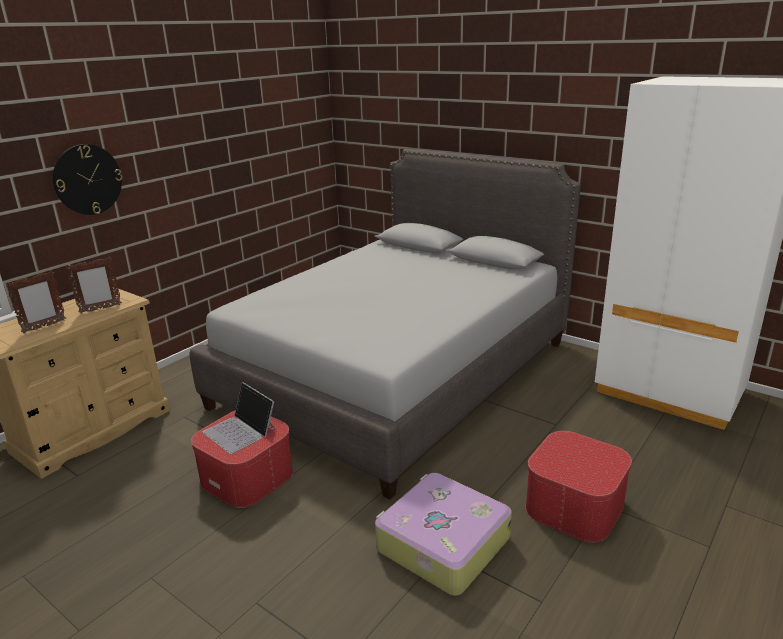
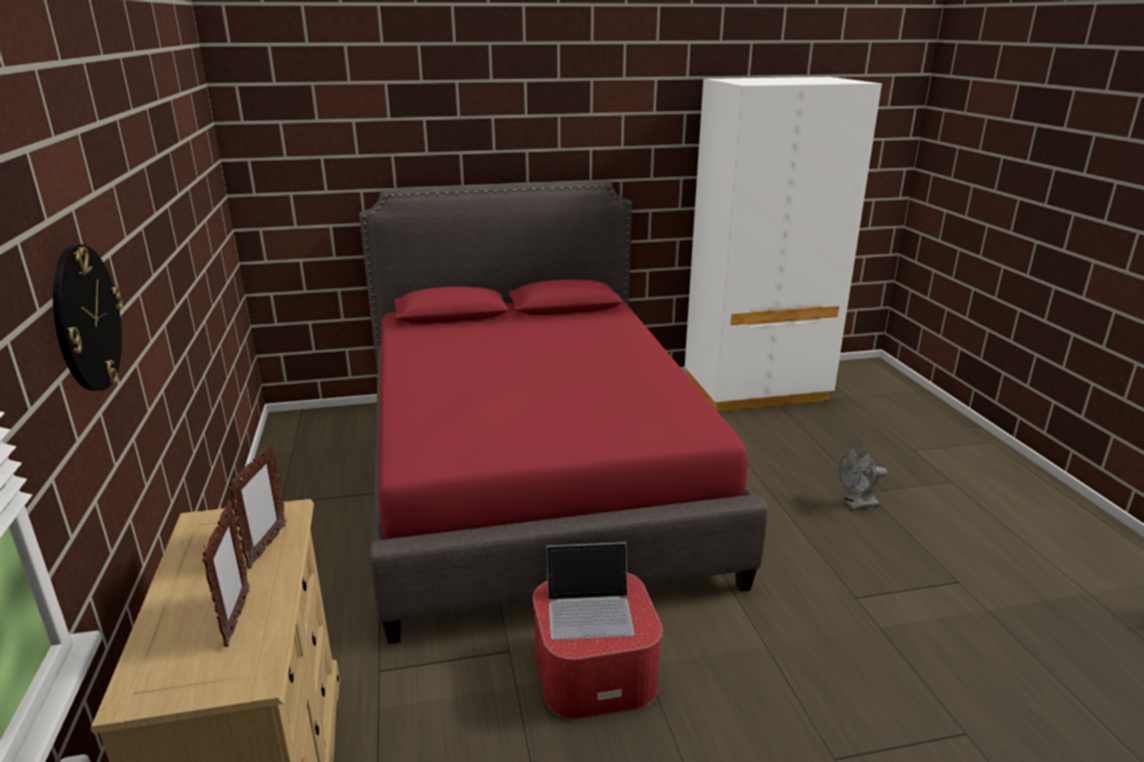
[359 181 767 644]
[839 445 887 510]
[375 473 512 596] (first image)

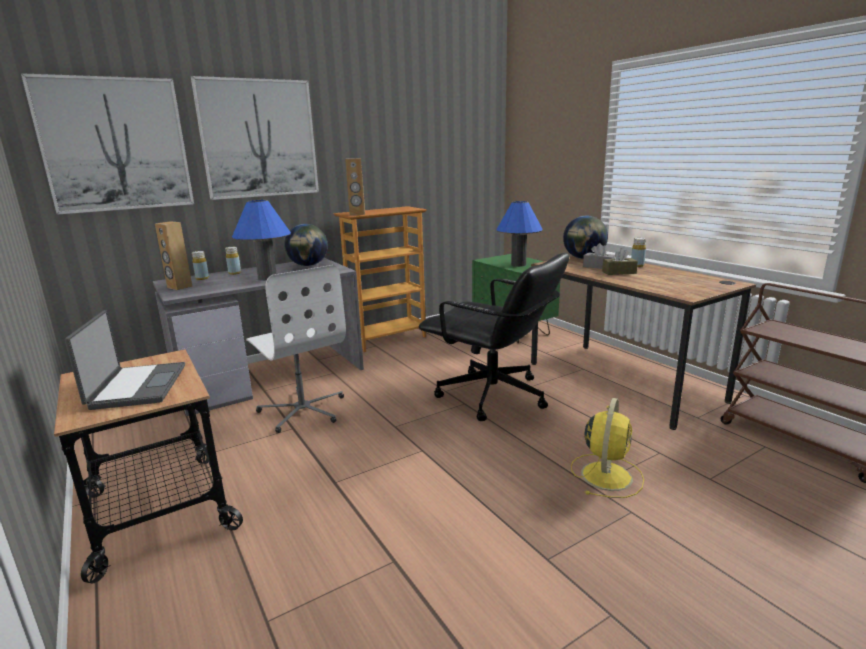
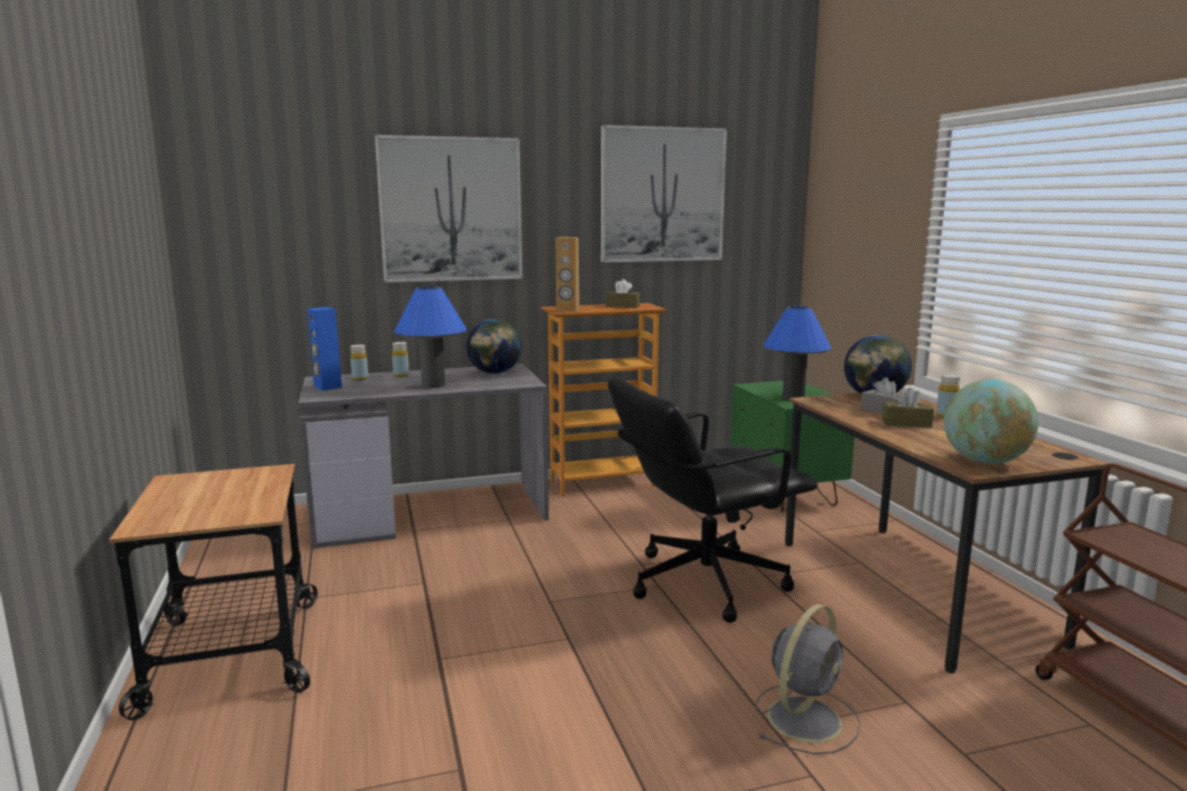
[307 307 342 391]
[601 125 727 263]
[605 279 640 308]
[608 378 818 623]
[755 604 861 754]
[944 379 1039 464]
[65 310 185 410] (first image)
[246 265 346 433] (first image)

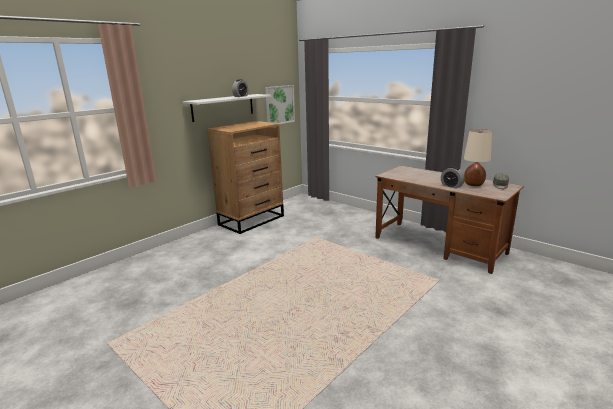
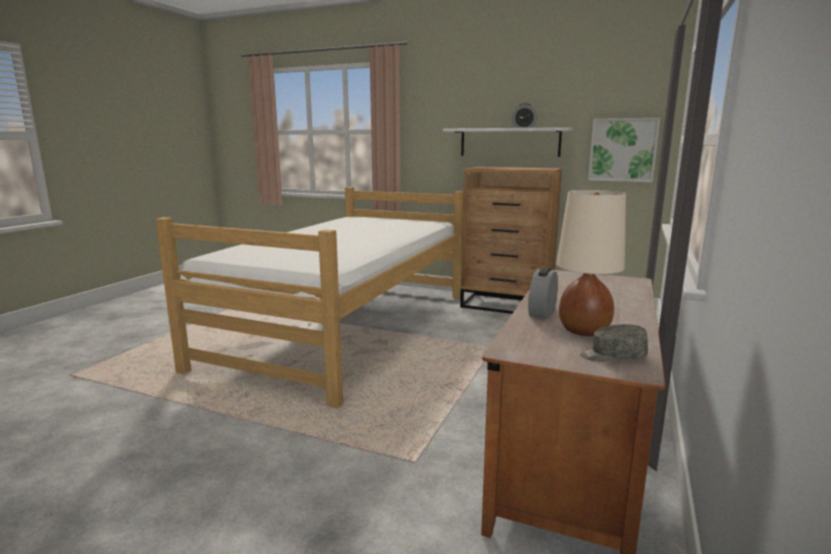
[156 187 463 408]

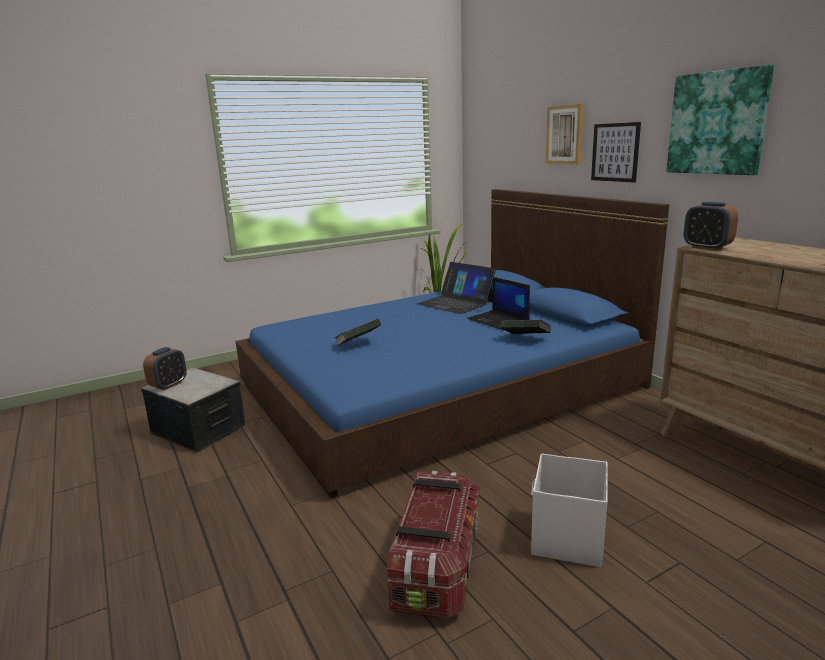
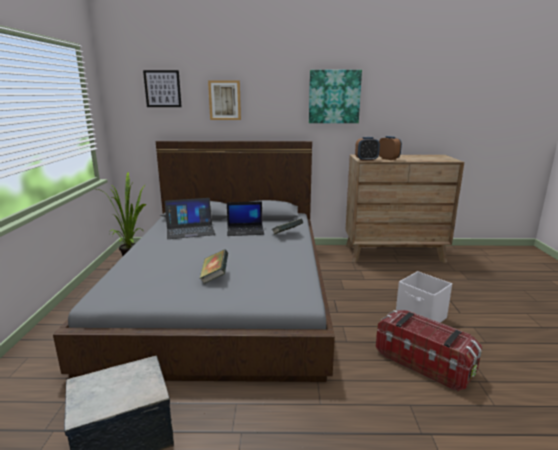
[53 141 335 382]
[143 70 182 107]
[379 136 402 160]

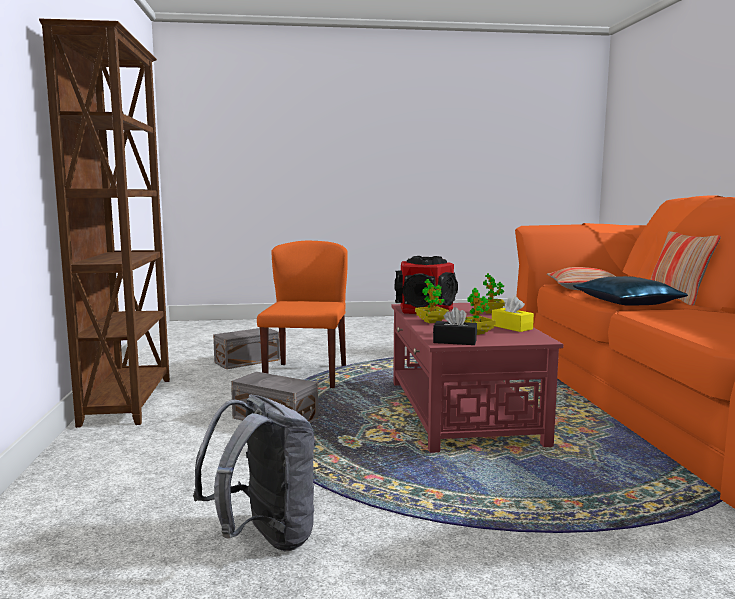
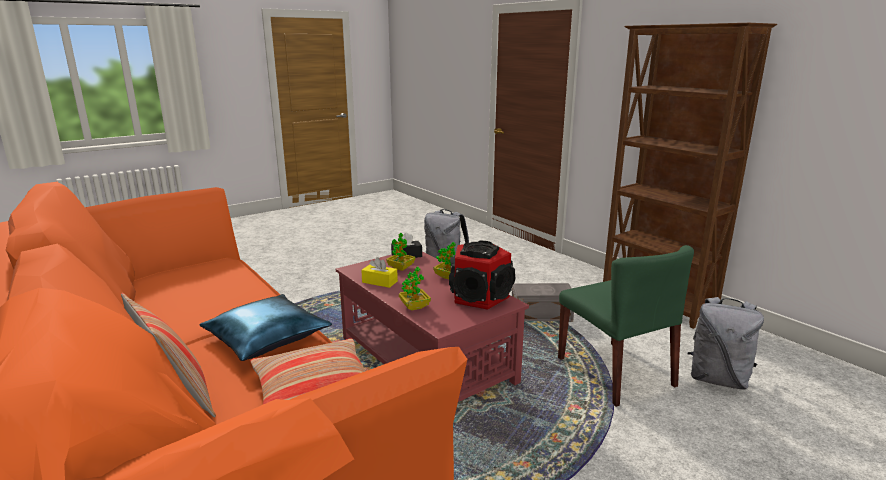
[558 245 694 407]
[687 297 764 390]

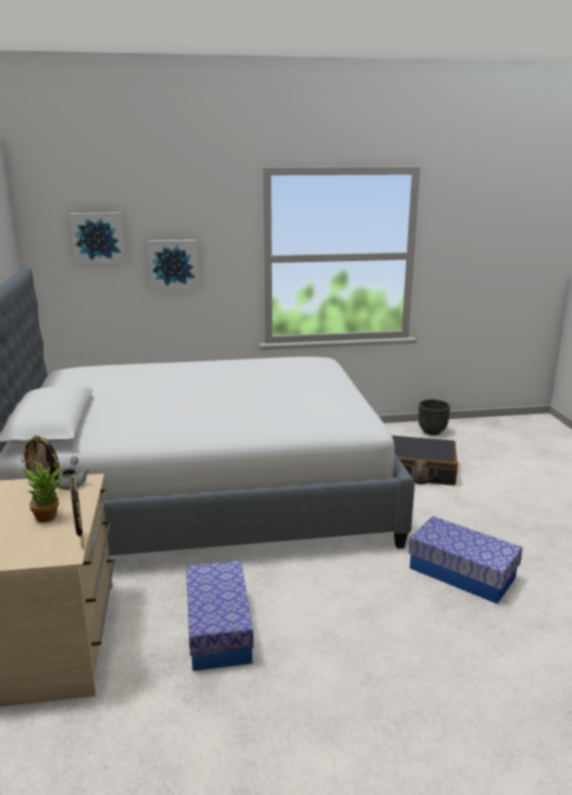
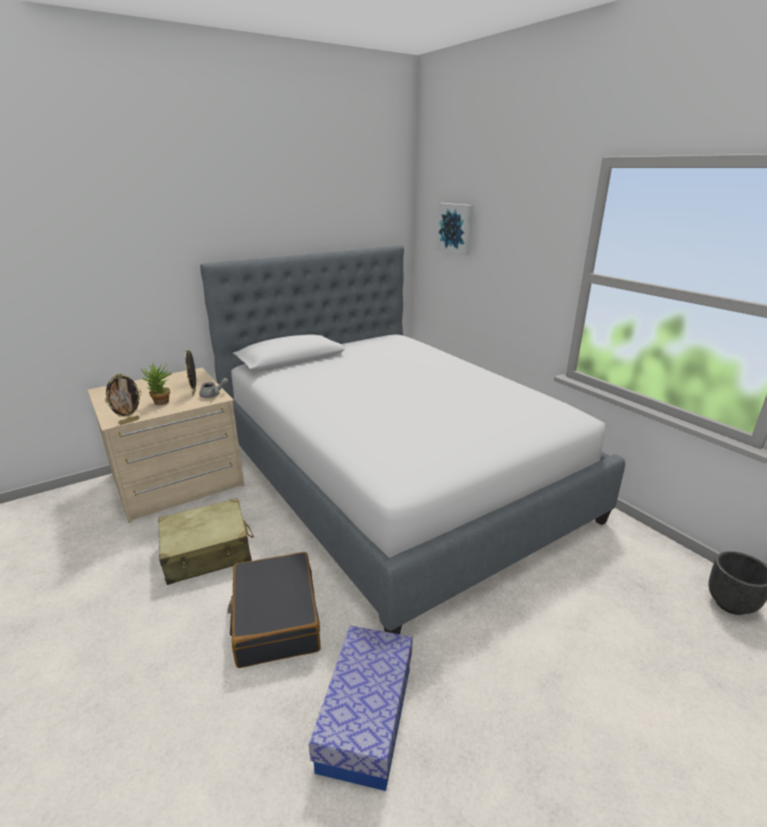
[158 498 254 585]
[228 552 321 668]
[148 240 199 290] (first image)

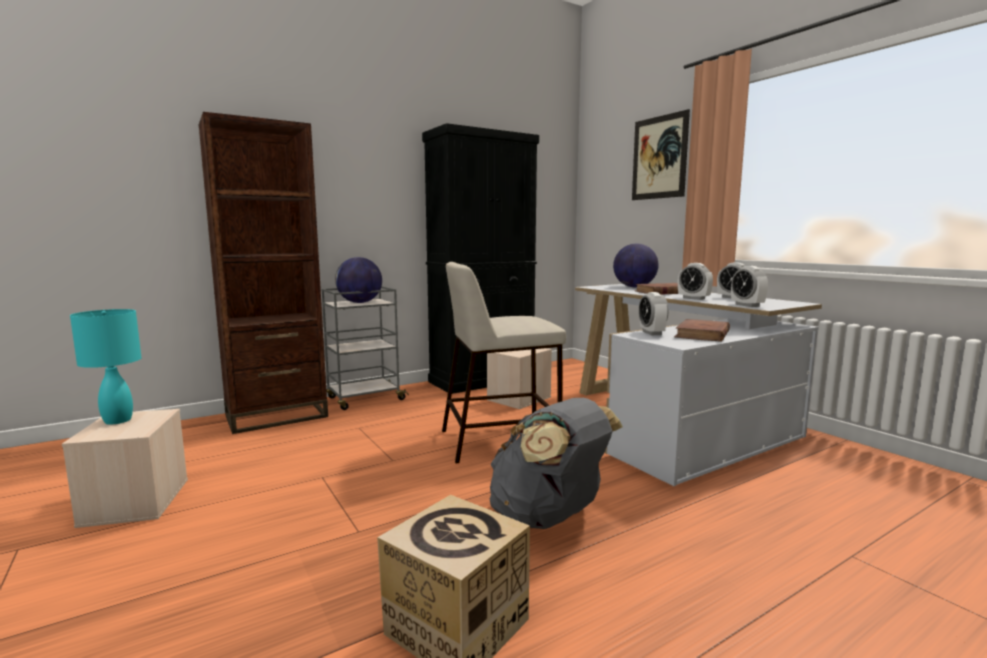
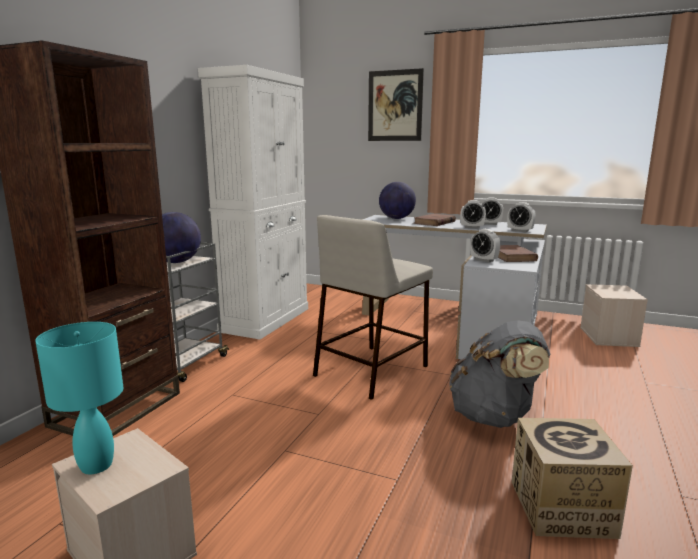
[198 65 308 340]
[580 284 648 347]

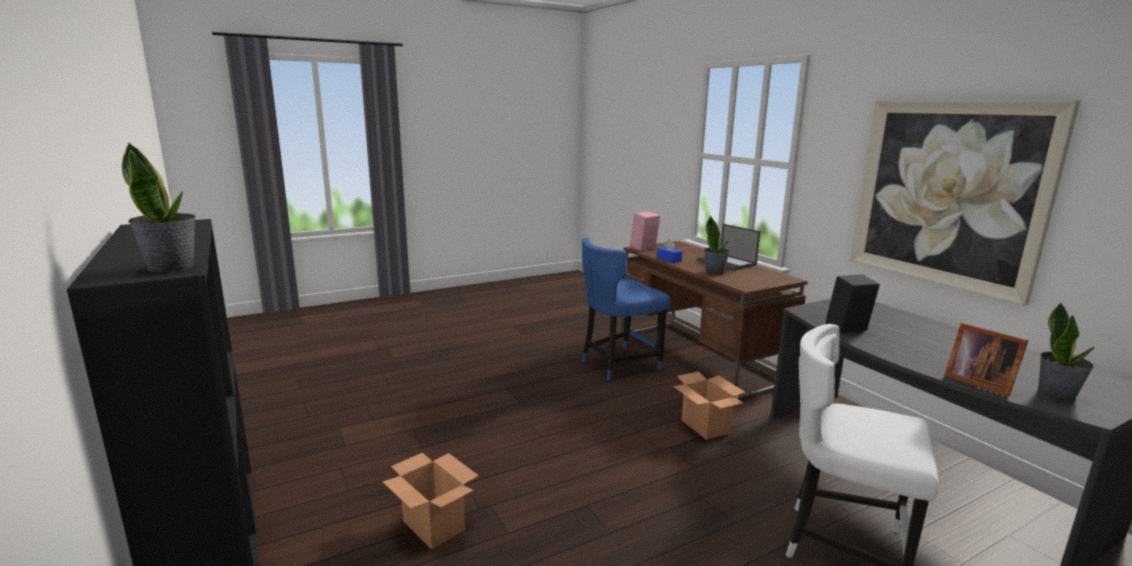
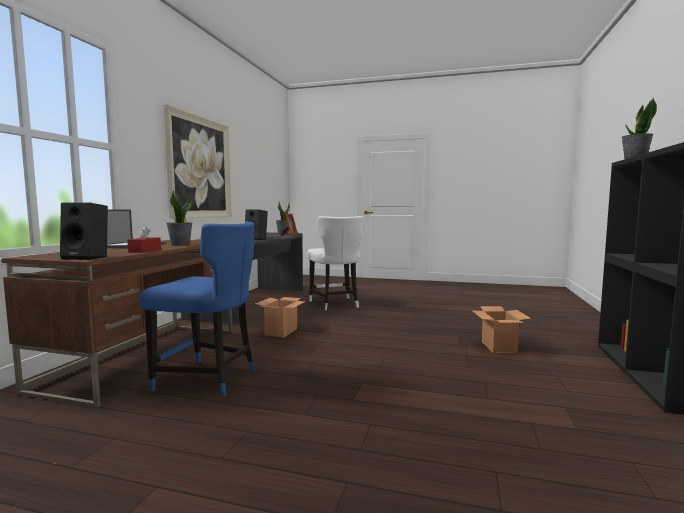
[60 202 108 260]
[128 226 161 253]

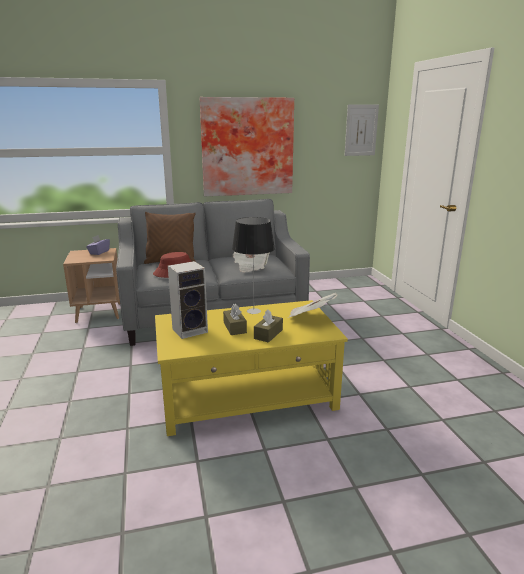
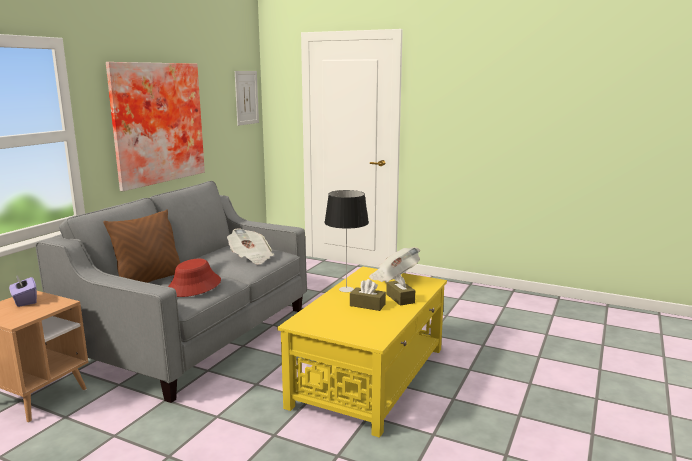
[168 261 208 339] (first image)

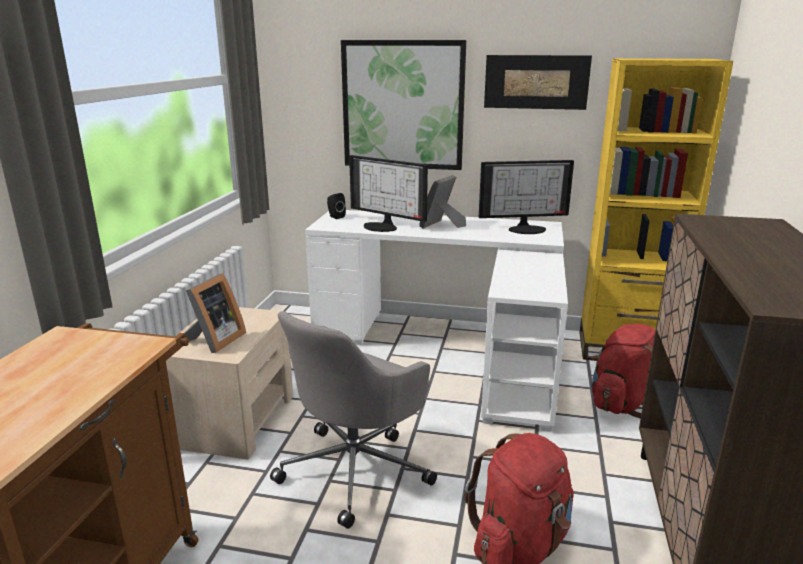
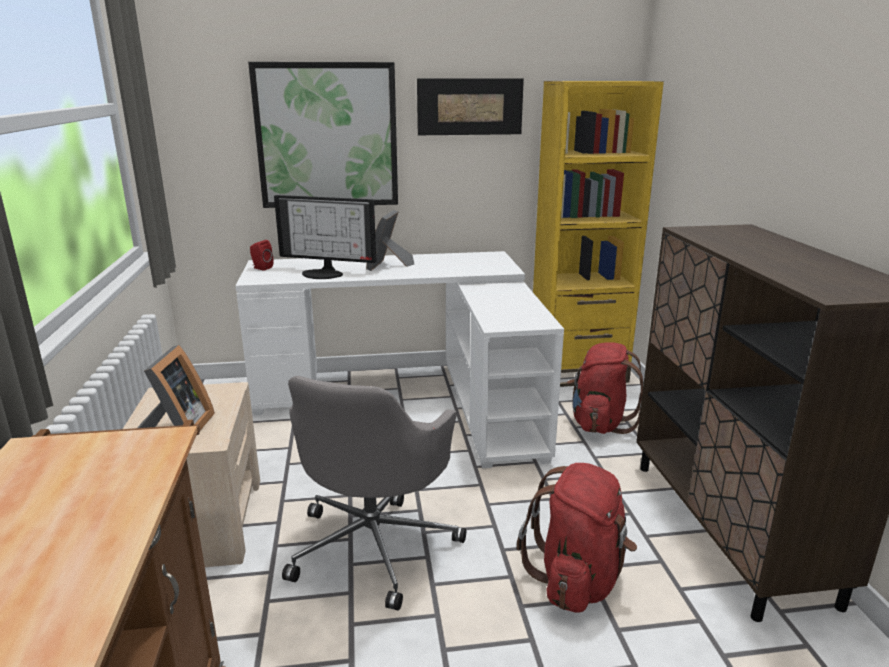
[250 240 274 271]
[479 160 574 234] (first image)

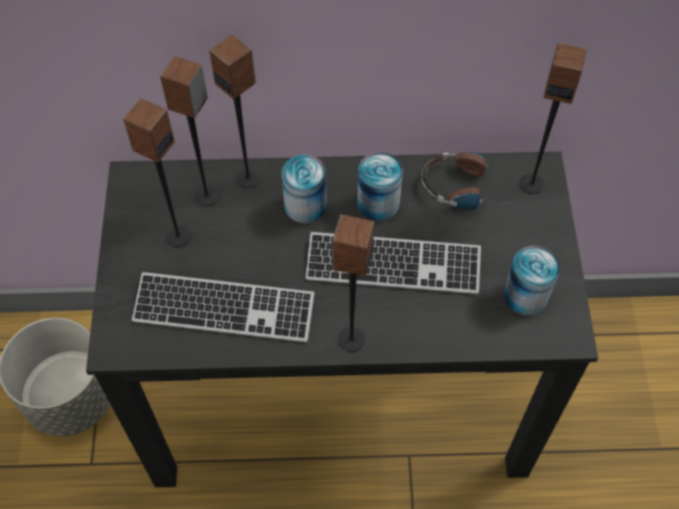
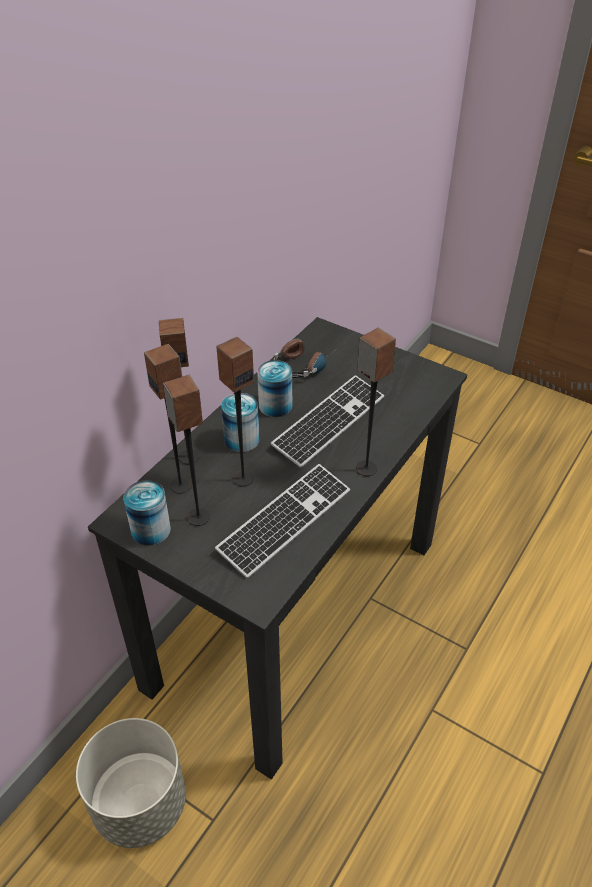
[123 480 171 546]
[216 337 254 486]

